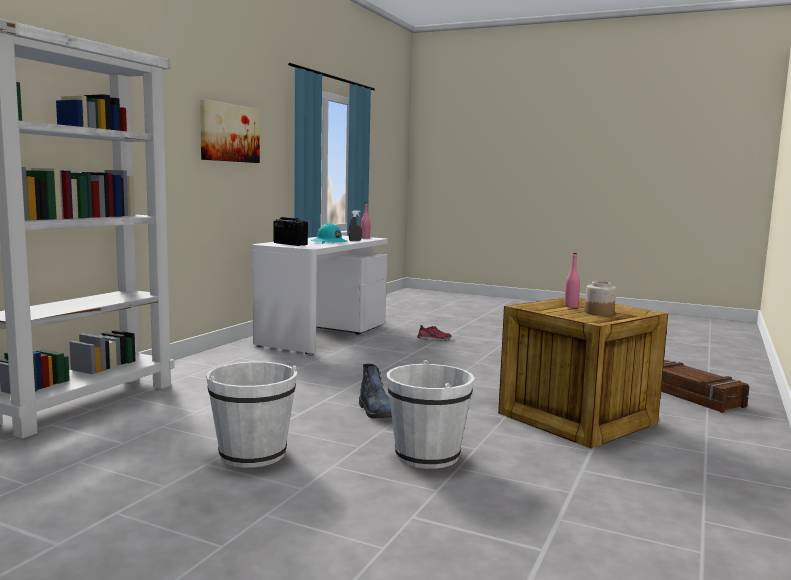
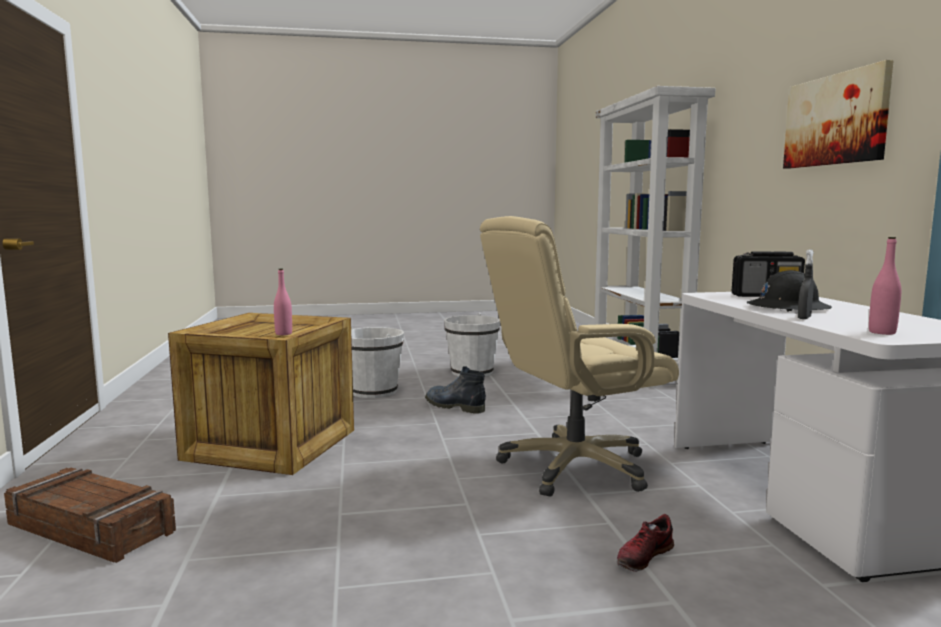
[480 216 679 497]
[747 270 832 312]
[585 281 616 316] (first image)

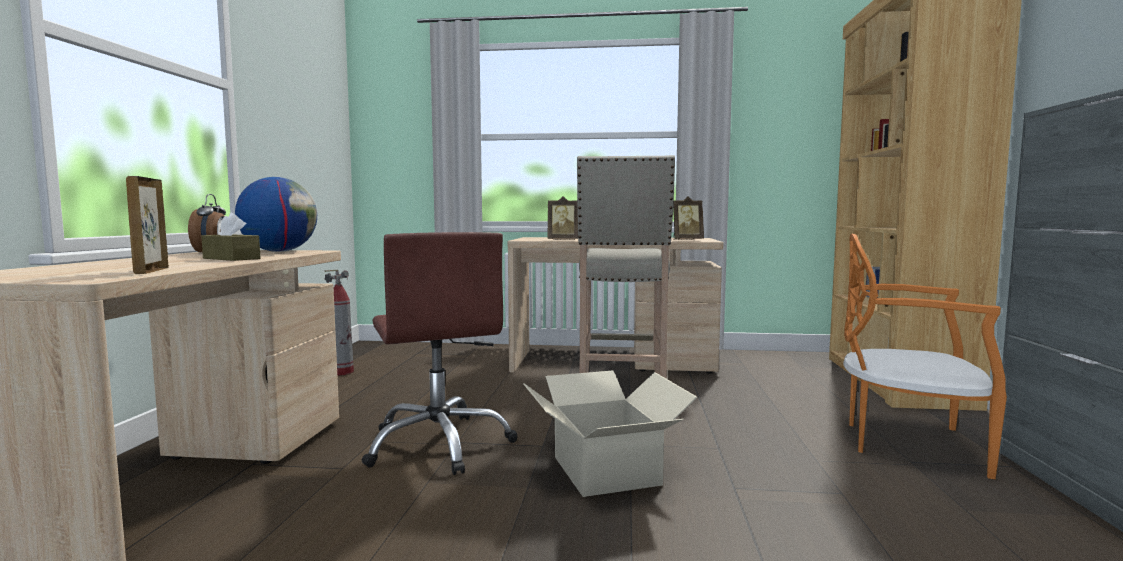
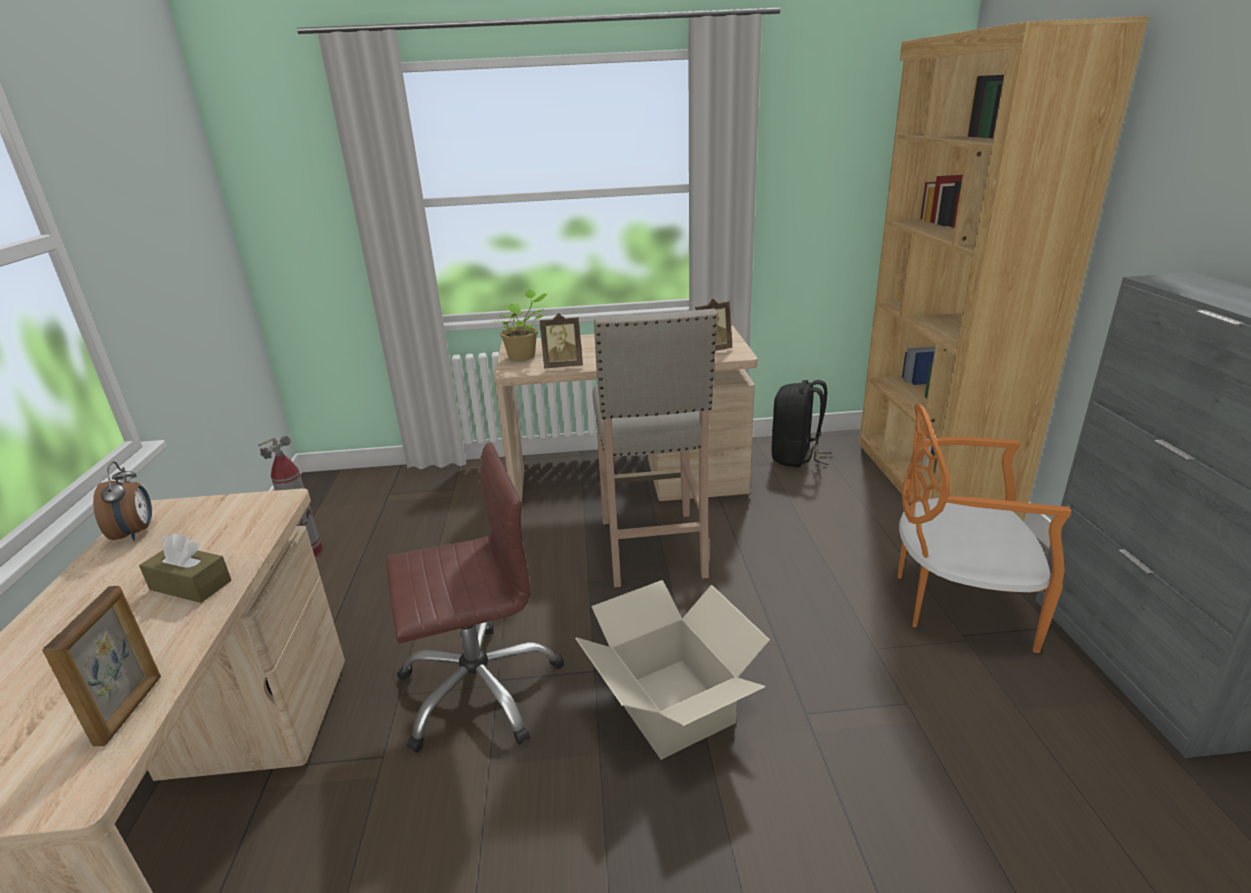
[42 586 161 746]
[386 442 564 753]
[494 289 548 361]
[772 380 832 468]
[235 177 317 252] (first image)

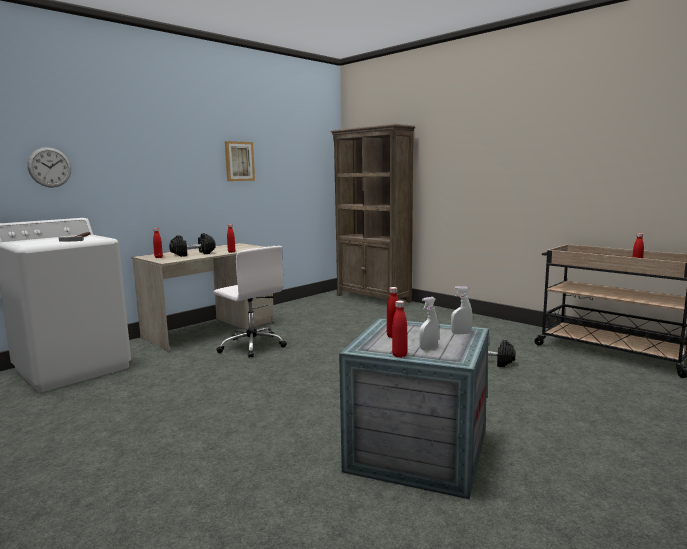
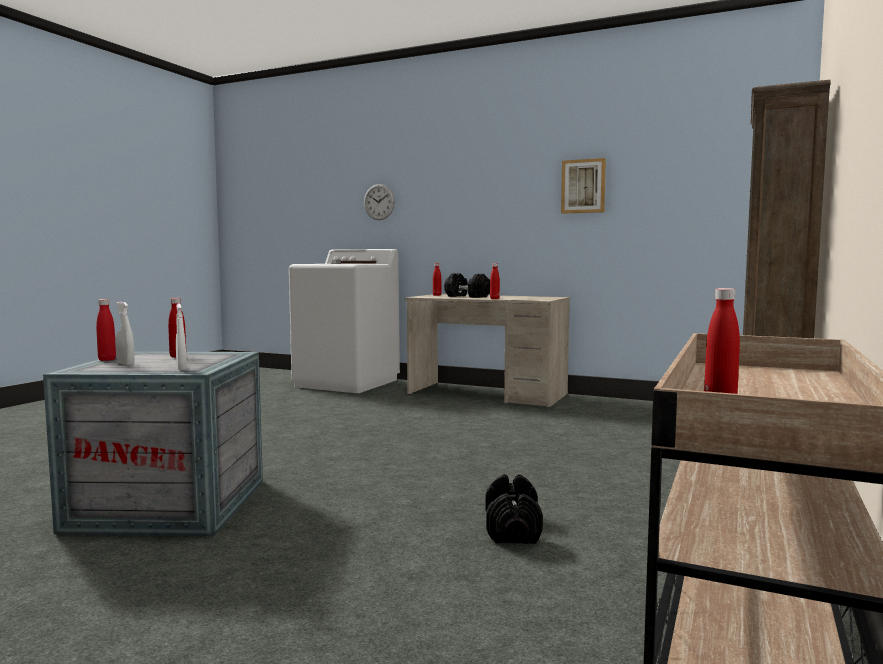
[213 246 287 358] (first image)

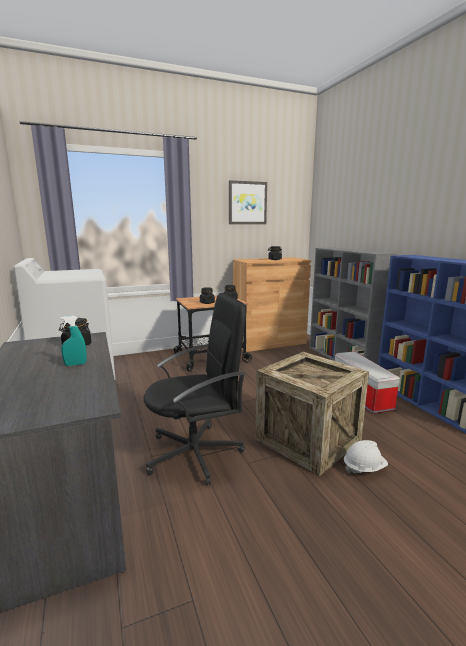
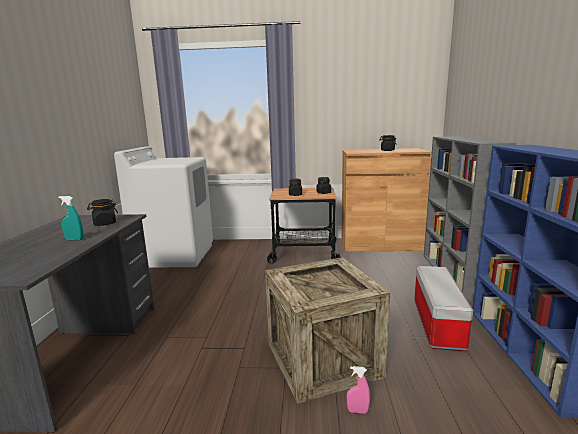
[347 366 370 414]
[144 293 246 486] (first image)
[229 180 267 224] (first image)

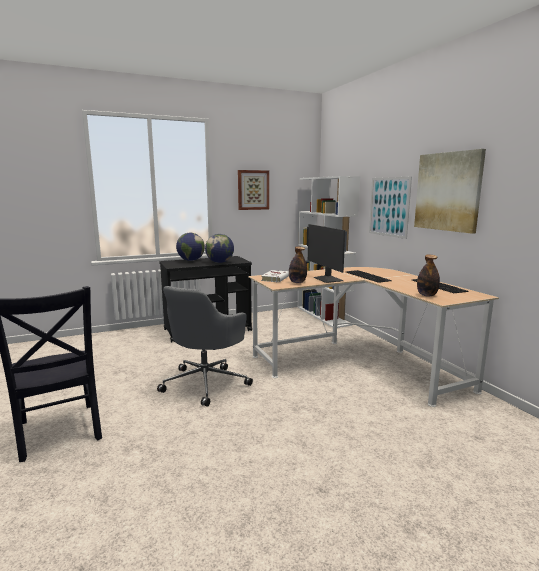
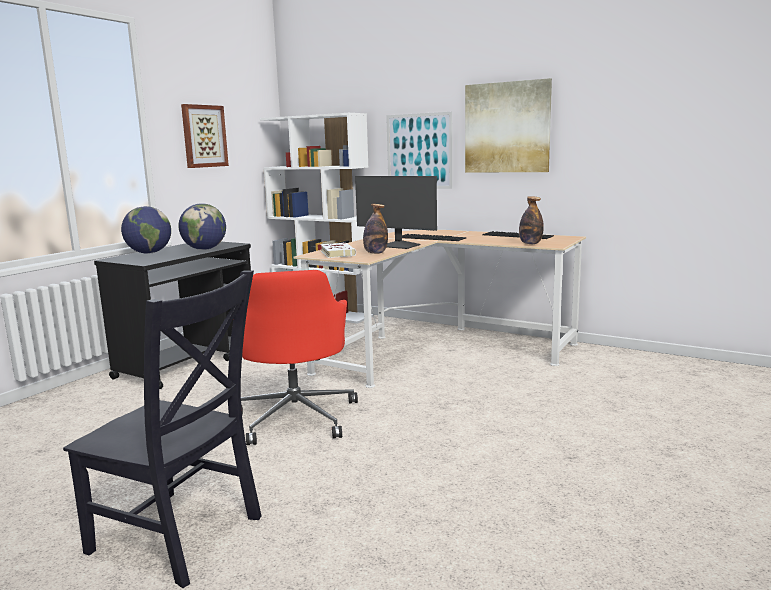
[241 270 358 445]

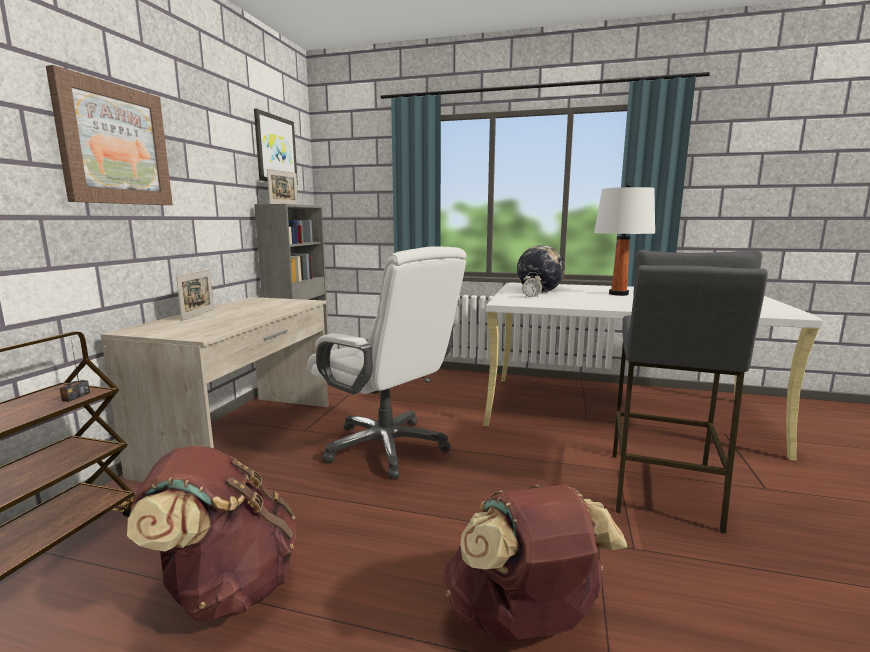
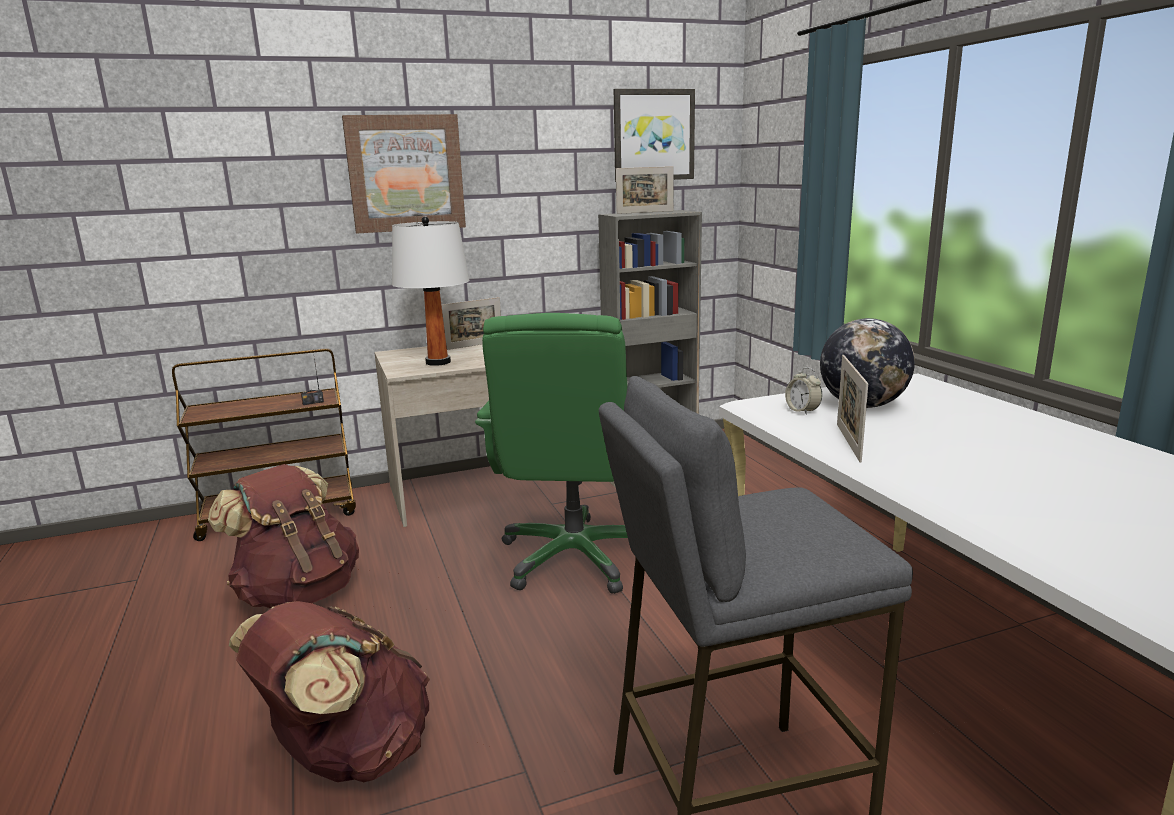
[392 216 470 366]
[475 313 628 594]
[837 355 868 462]

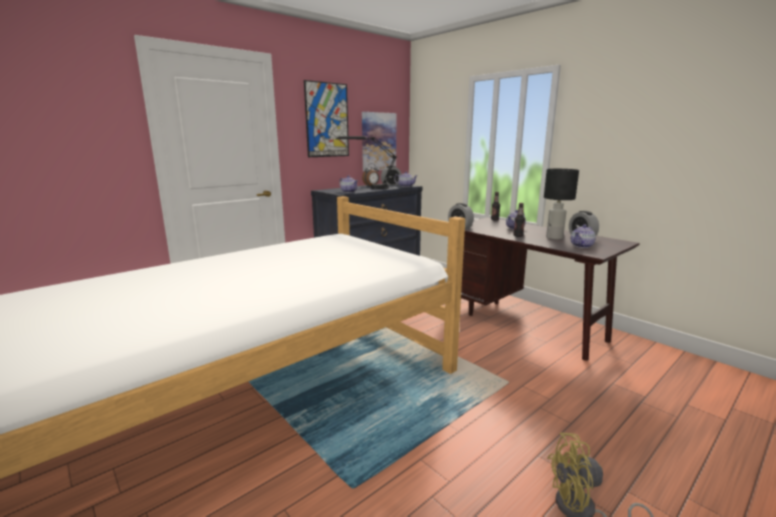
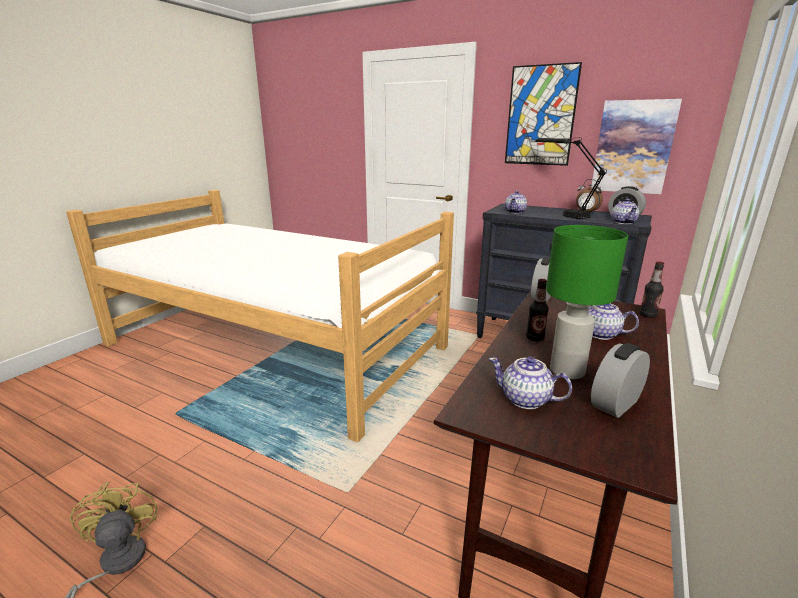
[546 225 628 379]

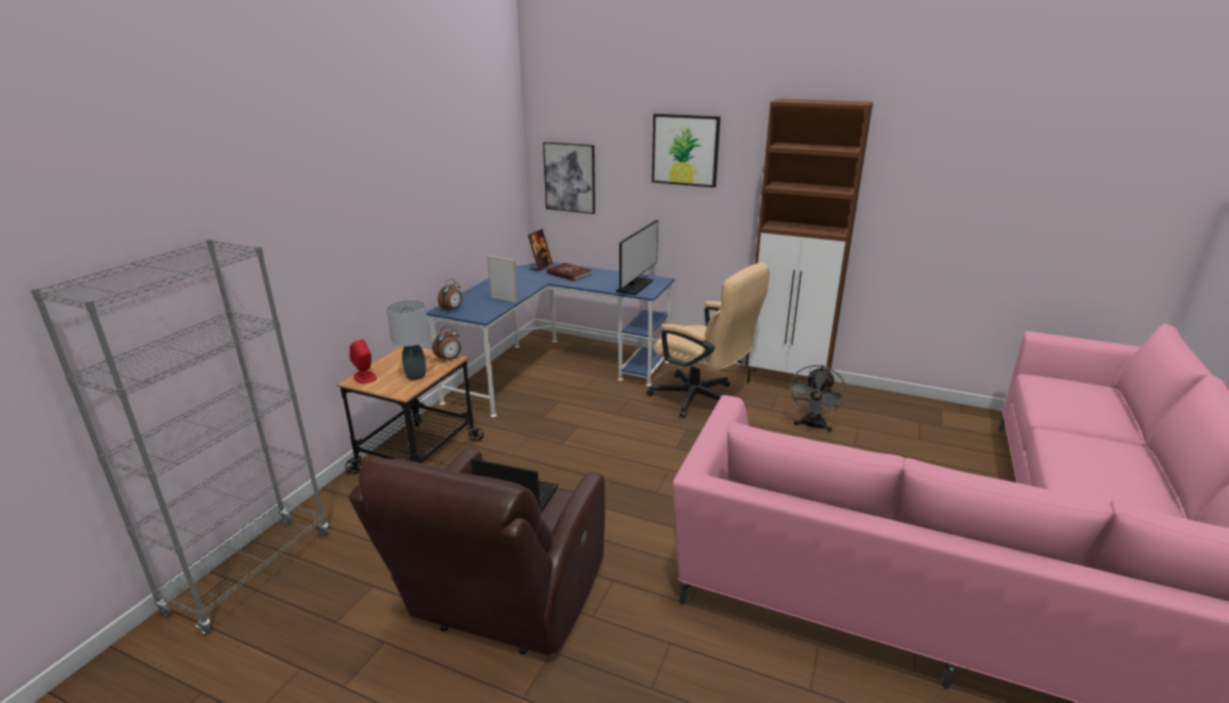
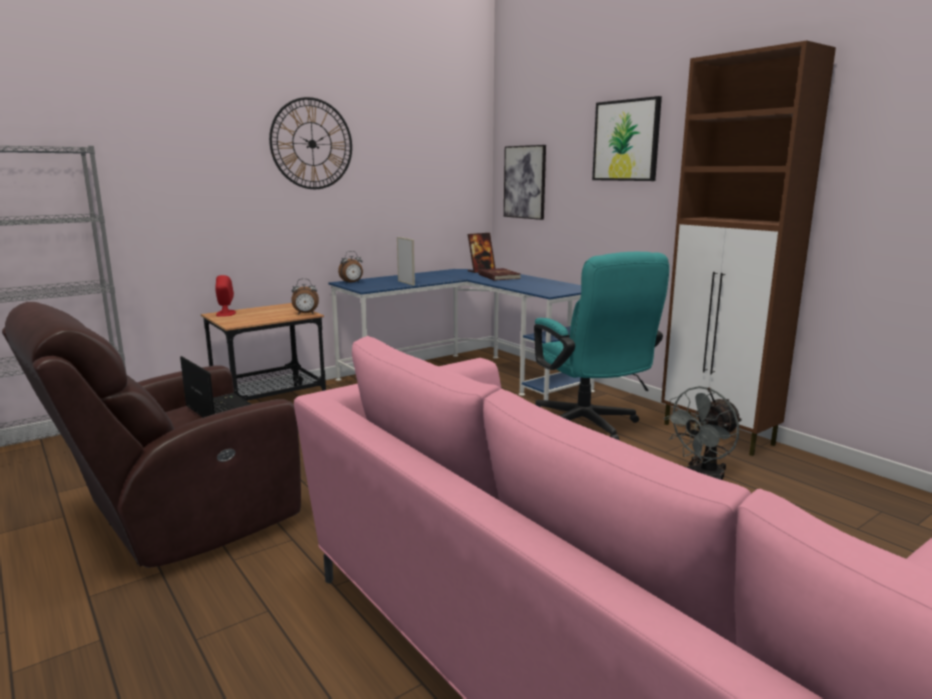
[269 97 352 189]
[534 252 669 440]
[386 300 430 380] (first image)
[616 220 658 295] (first image)

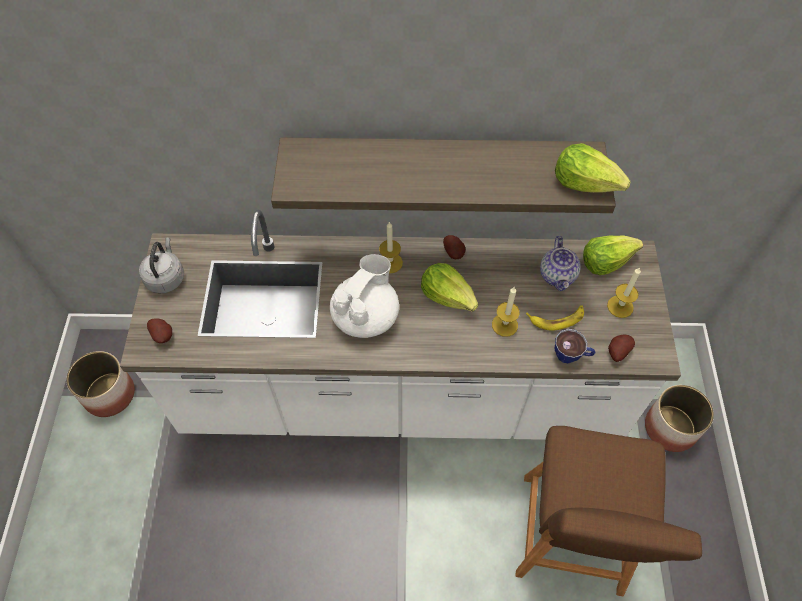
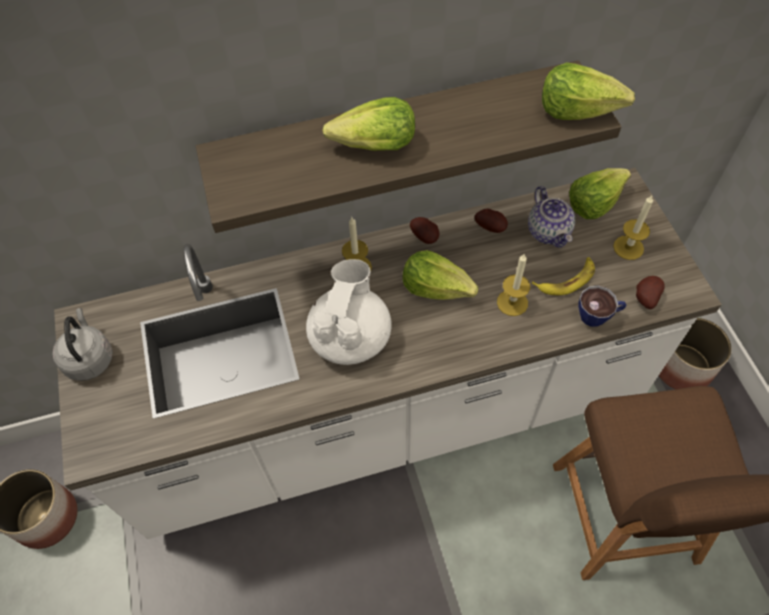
[322 97 415 151]
[474 209 508 233]

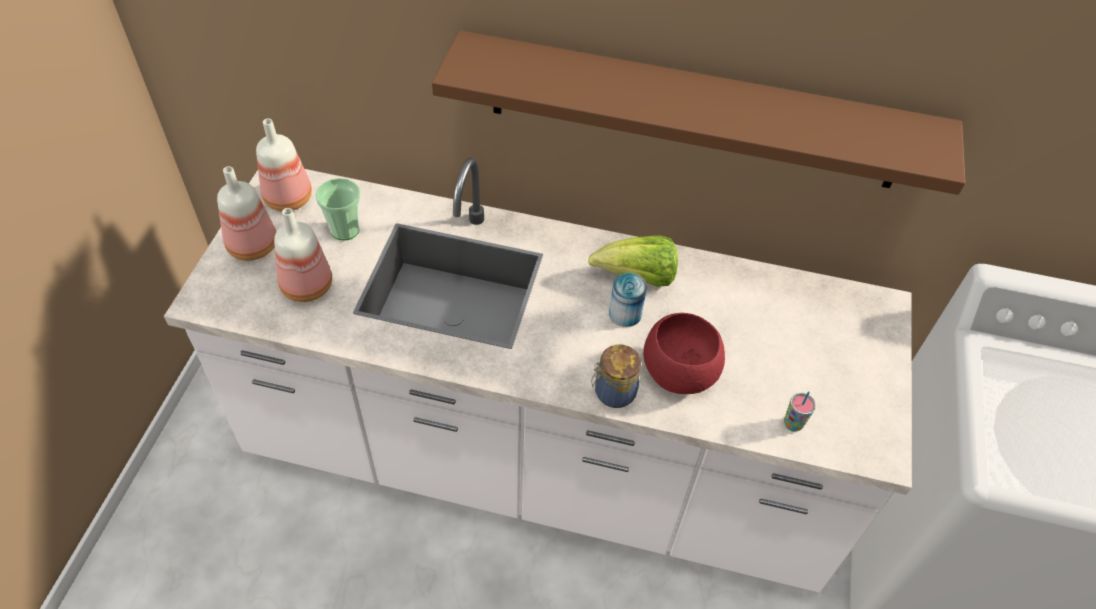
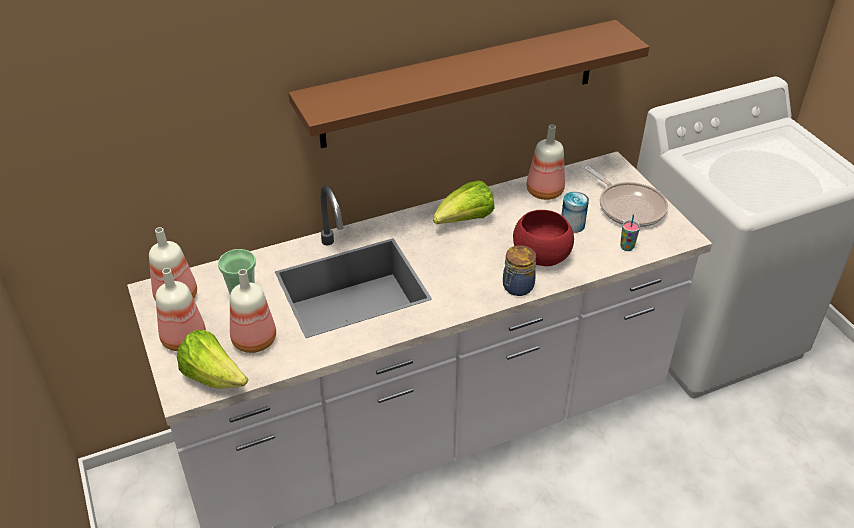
[177 329 248 389]
[526 125 565 200]
[562 191 589 233]
[585 166 668 227]

